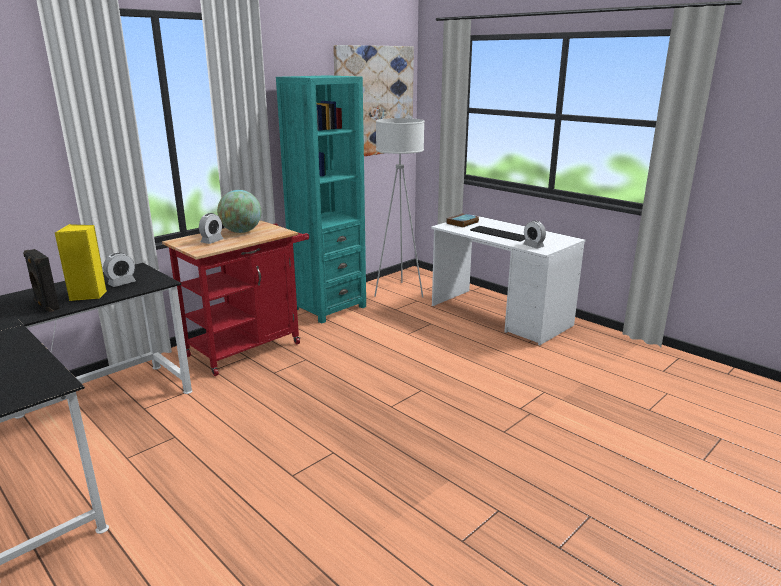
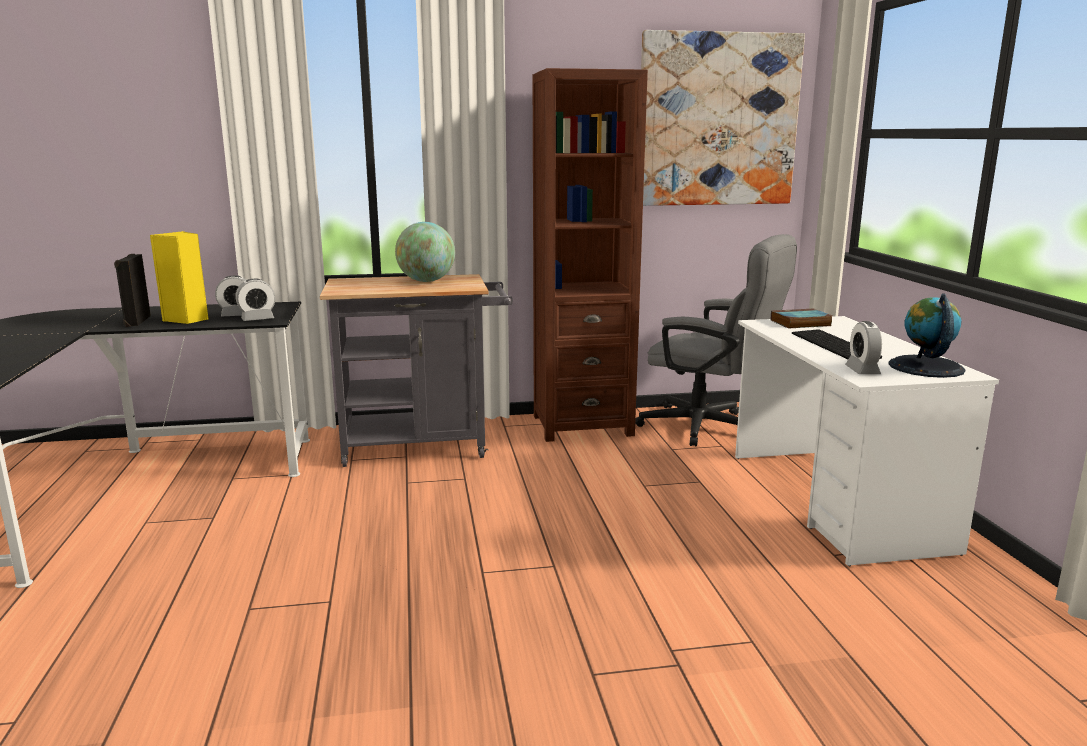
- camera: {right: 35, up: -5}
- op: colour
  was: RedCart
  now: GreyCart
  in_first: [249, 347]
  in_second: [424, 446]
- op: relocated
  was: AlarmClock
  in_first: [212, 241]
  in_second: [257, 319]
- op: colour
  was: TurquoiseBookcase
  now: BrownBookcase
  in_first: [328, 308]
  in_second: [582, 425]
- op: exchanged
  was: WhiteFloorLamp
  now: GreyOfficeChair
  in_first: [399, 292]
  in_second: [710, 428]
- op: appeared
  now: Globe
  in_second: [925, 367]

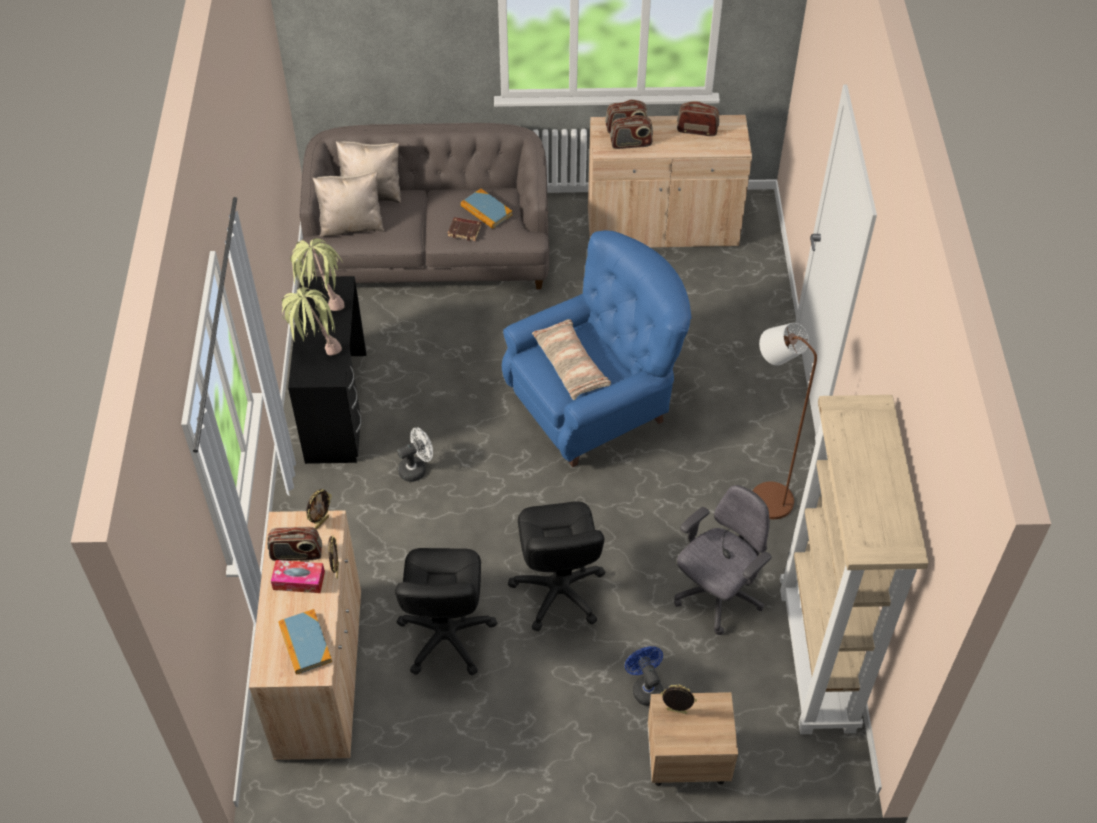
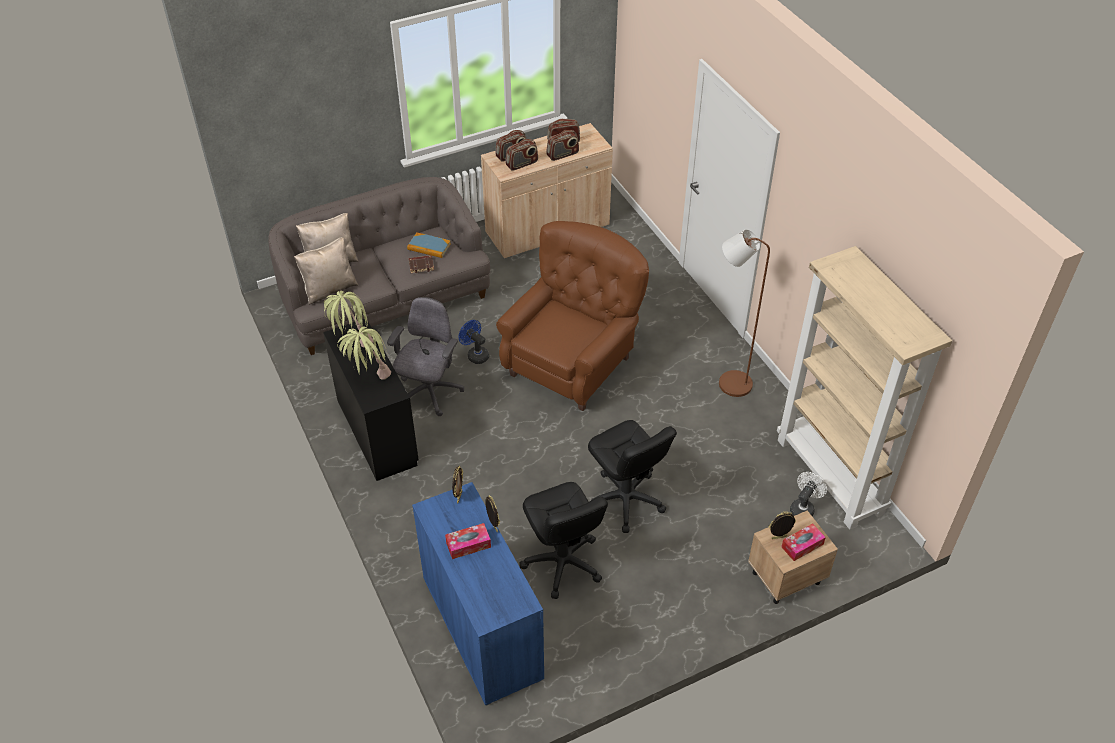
- camera: {right: -25, up: -5}
- op: colour
  was: BeigeCabinet
  now: BlueCabinet
  in_first: [320, 673]
  in_second: [482, 628]
- op: relocated
  was: Radio
  in_first: [296, 554]
  in_second: [562, 154]
- op: missing
  was: Book
  in_first: [305, 643]
- op: relocated
  was: WhiteFan
  in_first: [416, 468]
  in_second: [803, 508]
- op: colour
  was: BlueArmchair
  now: BrownArmchair
  in_first: [595, 405]
  in_second: [572, 363]
- op: missing
  was: Pillow
  in_first: [570, 365]
- op: relocated
  was: BlueFan
  in_first: [645, 687]
  in_second: [475, 354]
- op: relocated
  was: GreyOfficeChair
  in_first: [717, 595]
  in_second: [429, 393]
- op: appeared
  now: TissueBox
  in_second: [802, 545]

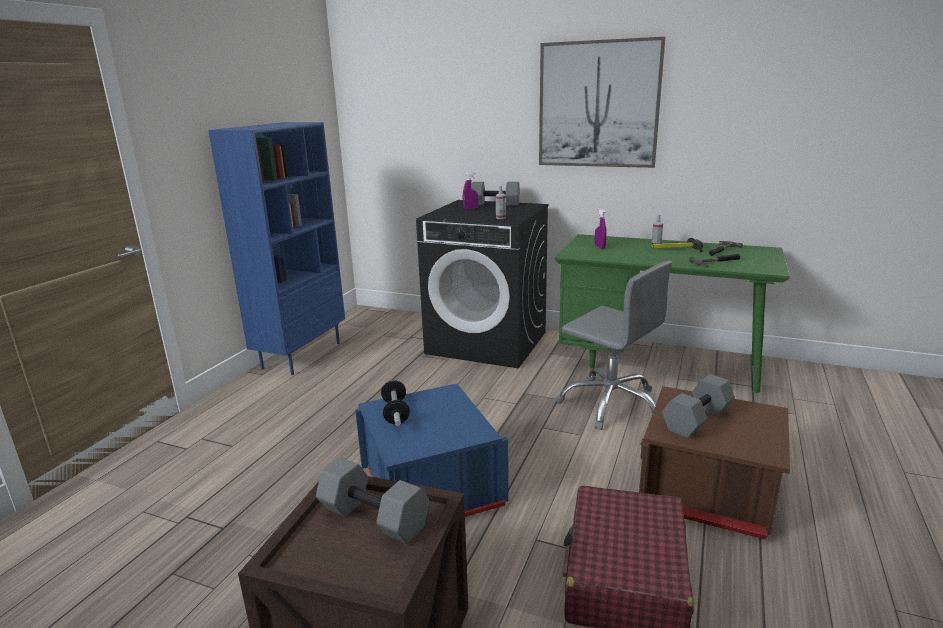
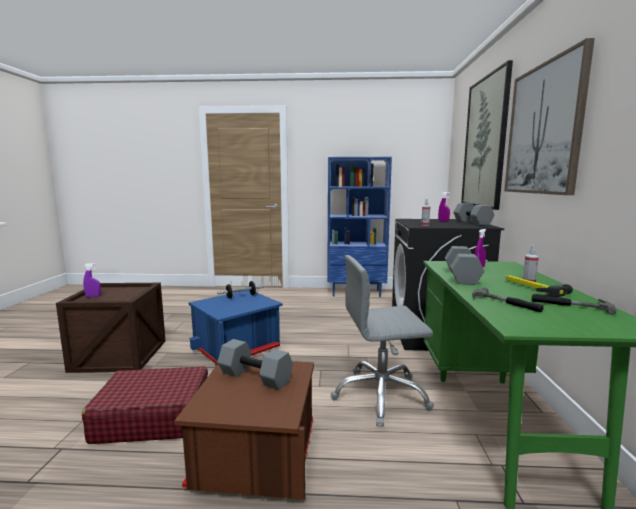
- camera: {right: 70, up: -10}
- op: relocated
  was: GreyDumbbell
  in_first: [376, 517]
  in_second: [462, 277]
- op: spun
  was: GreyOfficeChair
  in_first: [611, 403]
  in_second: [381, 395]
  clockwise: 60
- op: appeared
  now: PurpleSprayBottle
  in_second: [93, 296]
- op: appeared
  now: Picture
  in_second: [485, 143]

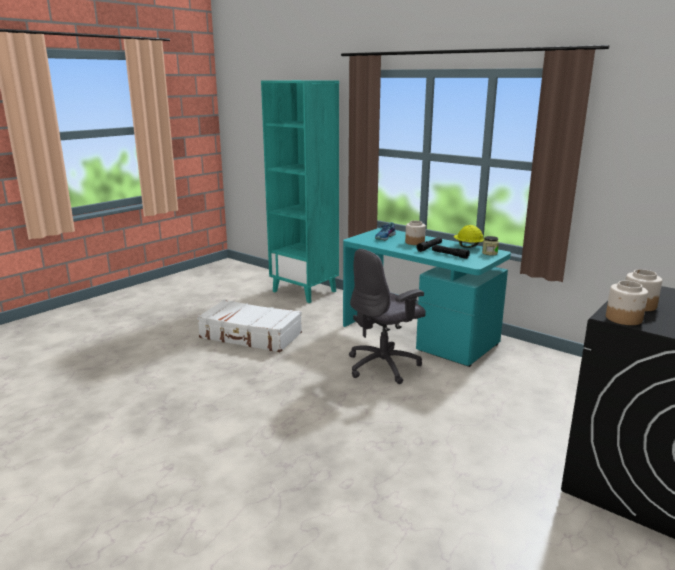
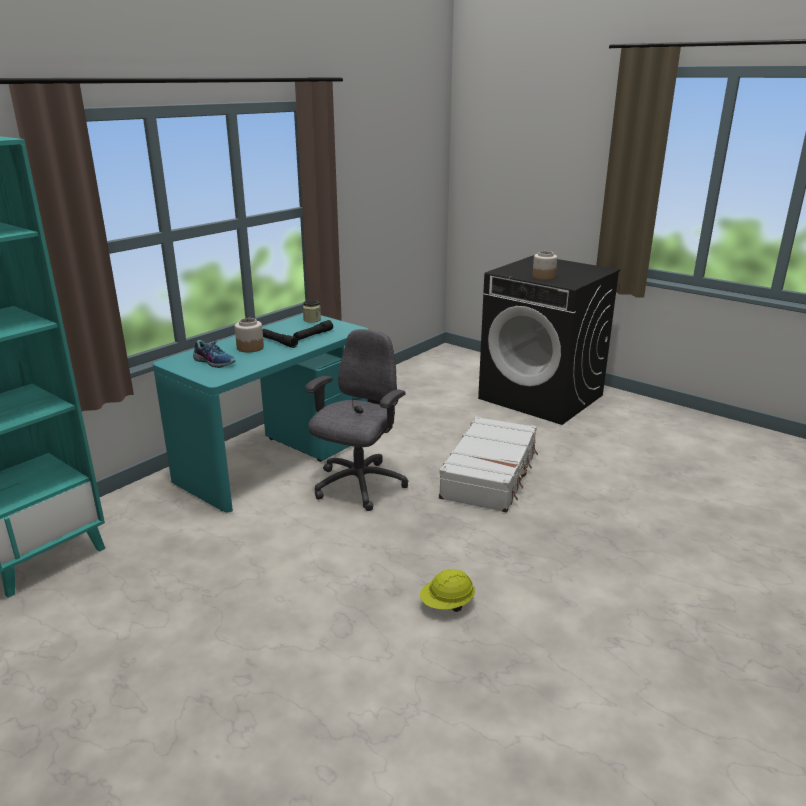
- camera: {right: -90, up: 5}
- op: relocated
  was: WhiteSuitcase
  in_first: [250, 336]
  in_second: [490, 475]
- op: spun
  was: GreyOfficeChair
  in_first: [384, 366]
  in_second: [358, 486]
  clockwise: -120
- op: relocated
  was: YellowHardHat
  in_first: [467, 246]
  in_second: [447, 605]
- op: missing
  was: Jar
  in_first: [623, 318]

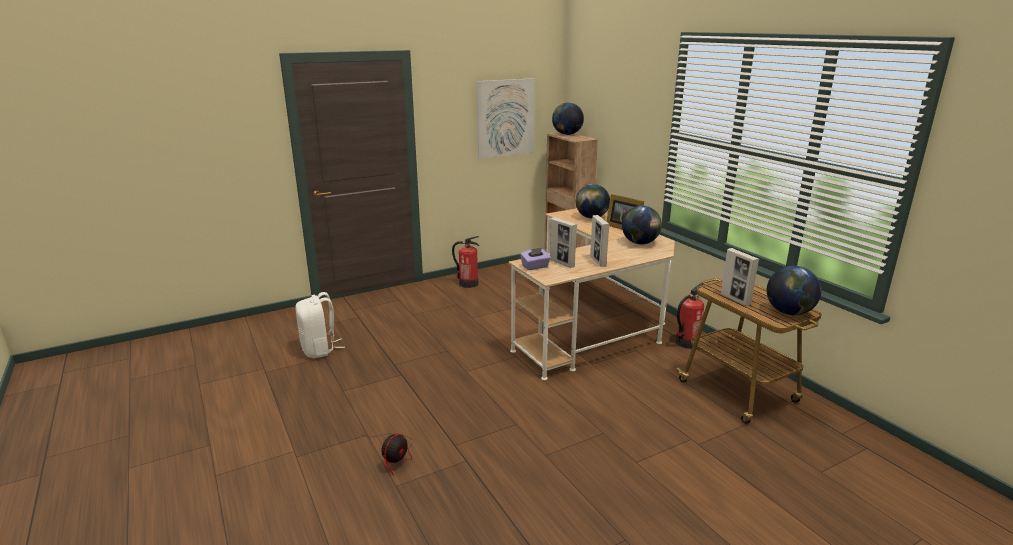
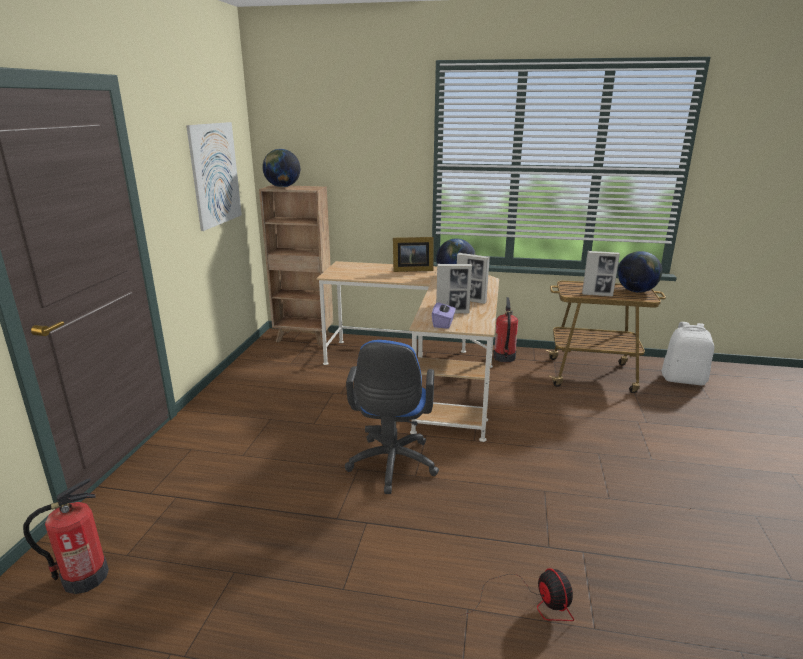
- camera: {right: -50, up: 0}
- op: relocated
  was: WhiteBackpack
  in_first: [319, 349]
  in_second: [683, 380]
- op: relocated
  was: FireExtinguisher
  in_first: [468, 283]
  in_second: [84, 577]
- op: missing
  was: Globe
  in_first: [591, 217]
- op: appeared
  now: BlueOfficeChair
  in_second: [391, 467]

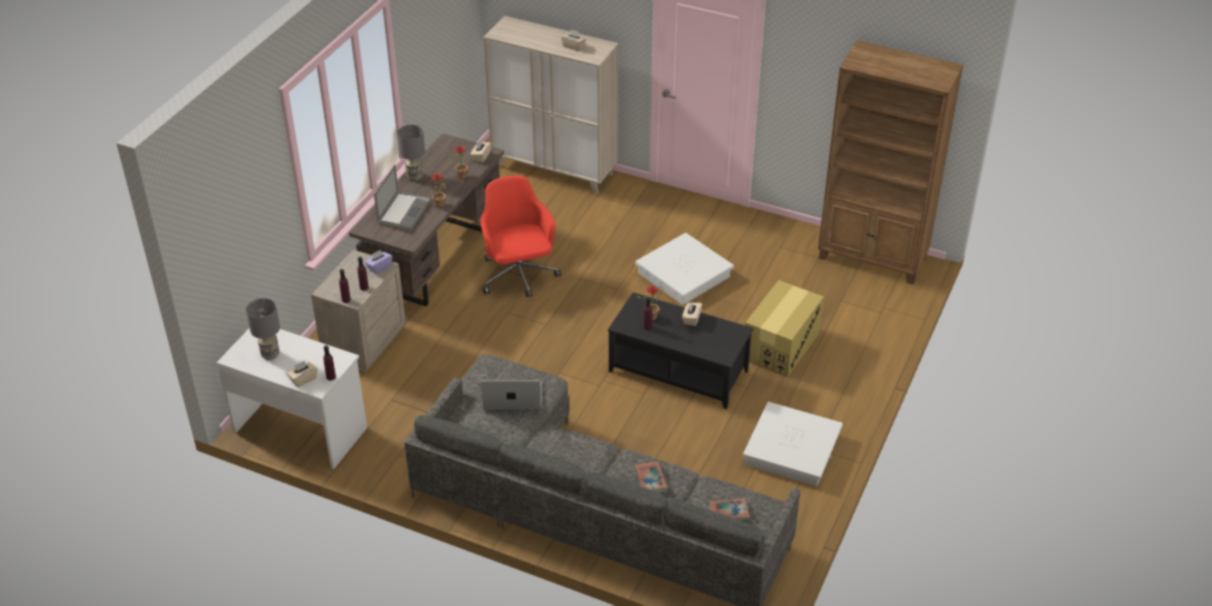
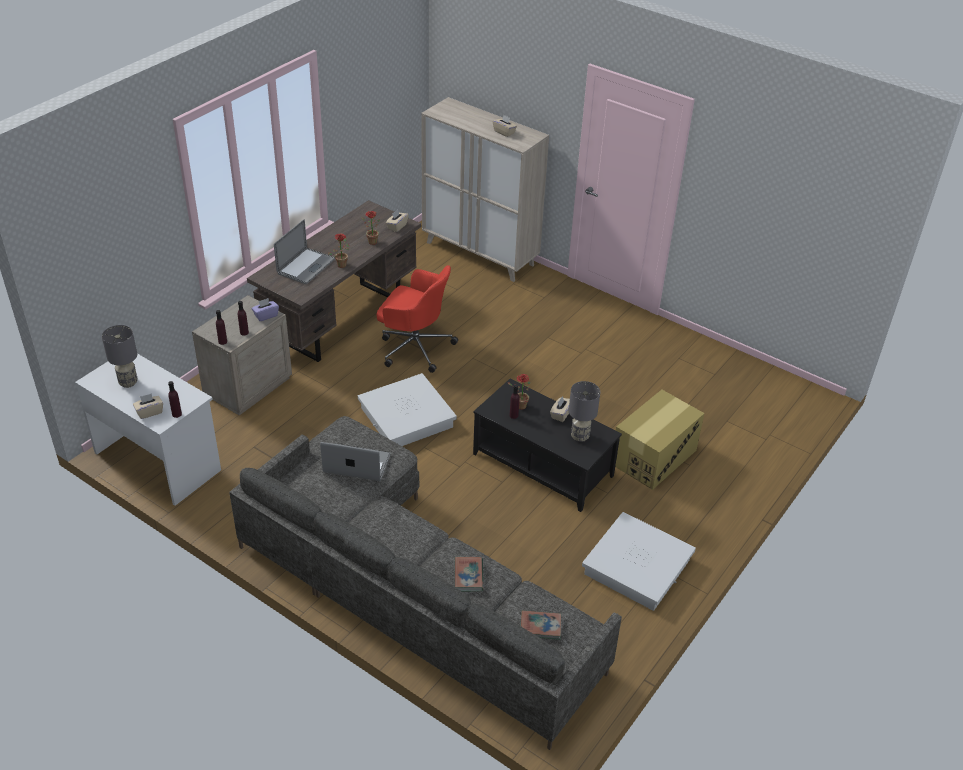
- camera: {right: 10, up: 0}
- op: relocated
  was: GreyTableLamp
  in_first: [415, 177]
  in_second: [580, 437]
- op: spun
  was: RedOfficeChair
  in_first: [518, 276]
  in_second: [414, 347]
  clockwise: 120
- op: relocated
  was: WhiteStorageBox
  in_first: [684, 275]
  in_second: [407, 417]
- op: missing
  was: BrownBookcase
  in_first: [873, 258]

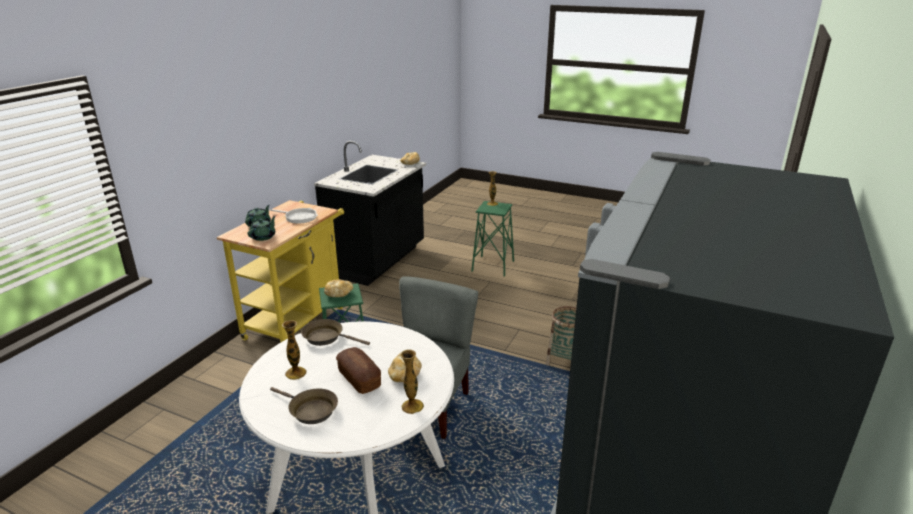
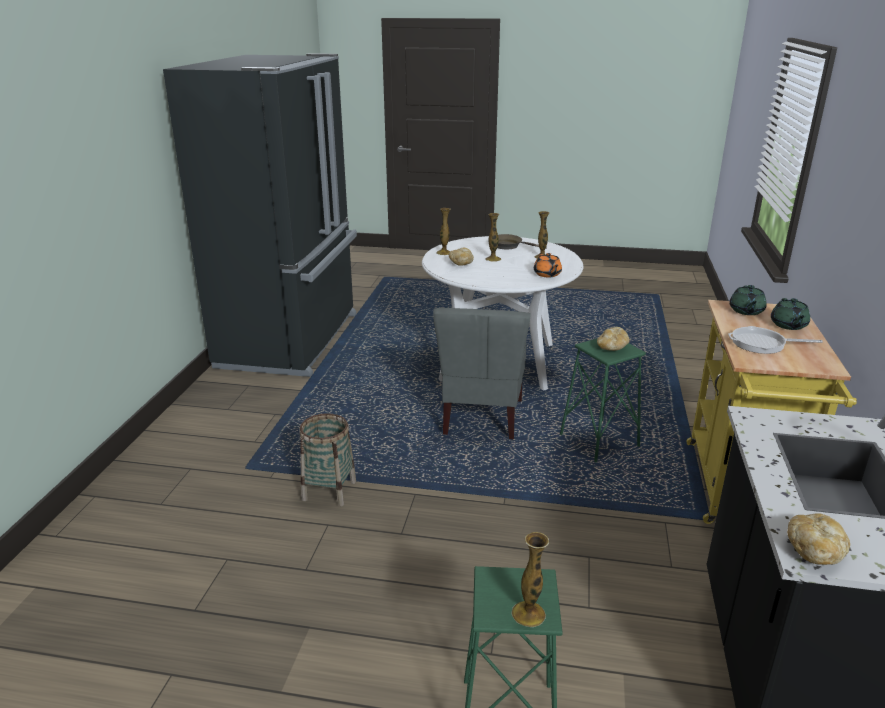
- camera: {right: 165, up: 0}
- op: exchanged
  was: BrownFryingPan
  now: OrangeTeapot
  in_first: [326, 337]
  in_second: [547, 274]
- op: exchanged
  was: Bread
  now: Vase
  in_first: [359, 378]
  in_second: [493, 259]

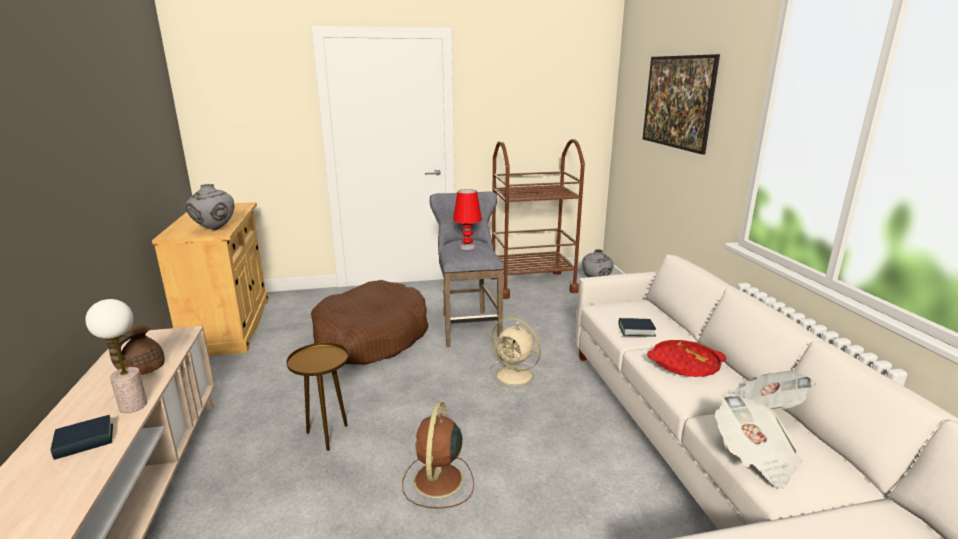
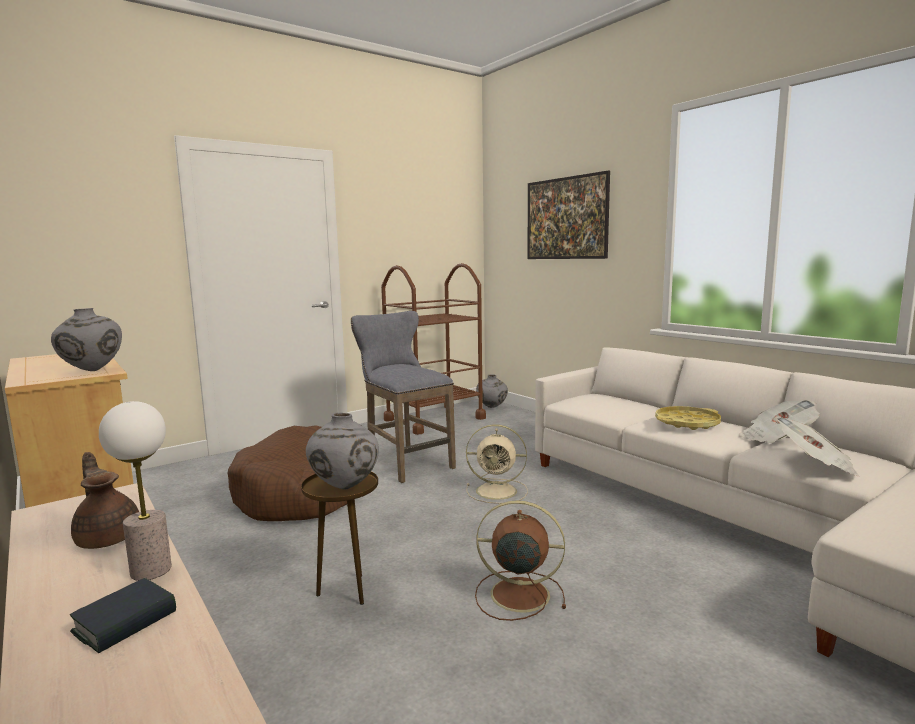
- camera: {right: -25, up: -10}
- op: spun
  was: BrownTeapot
  in_first: [141, 370]
  in_second: [108, 537]
  clockwise: 150
- op: spun
  was: BrownFan
  in_first: [438, 481]
  in_second: [517, 594]
  clockwise: 120
- op: missing
  was: RedTableLamp
  in_first: [467, 247]
- op: missing
  was: Book
  in_first: [636, 330]
- op: colour
  was: RedTray
  now: YellowTray
  in_first: [685, 364]
  in_second: [687, 423]
- op: appeared
  now: GreyVase
  in_second: [344, 487]

